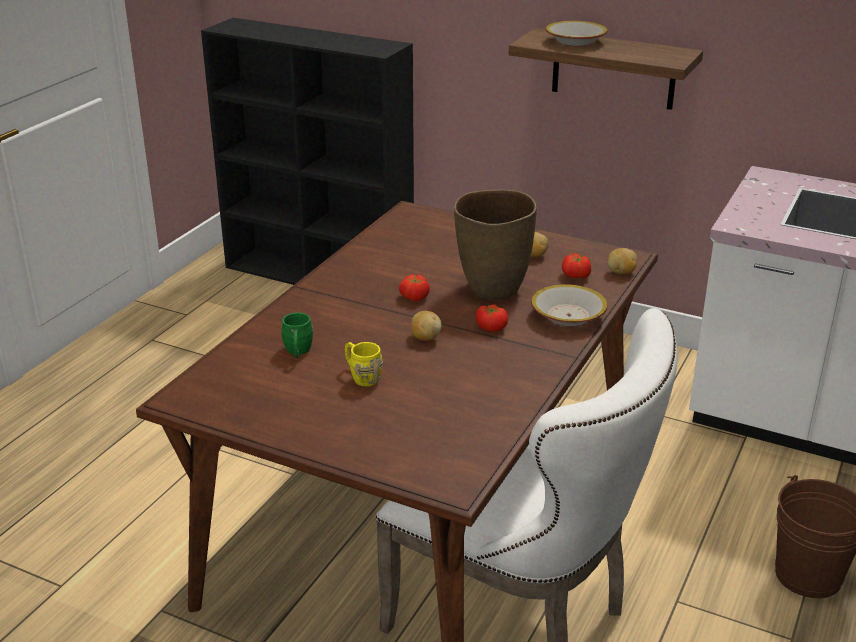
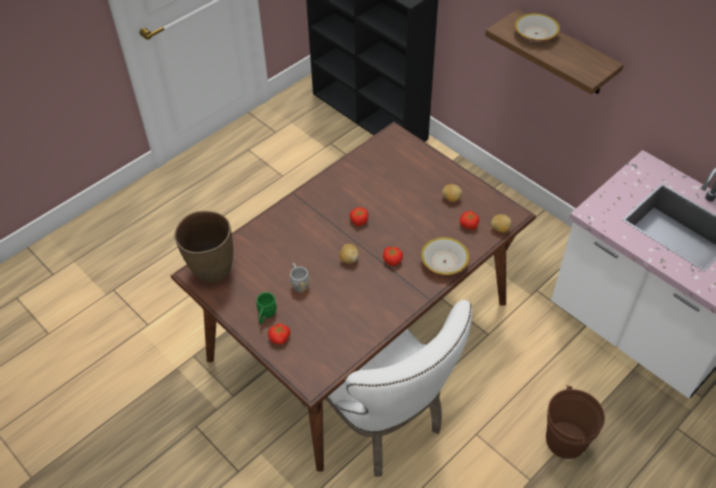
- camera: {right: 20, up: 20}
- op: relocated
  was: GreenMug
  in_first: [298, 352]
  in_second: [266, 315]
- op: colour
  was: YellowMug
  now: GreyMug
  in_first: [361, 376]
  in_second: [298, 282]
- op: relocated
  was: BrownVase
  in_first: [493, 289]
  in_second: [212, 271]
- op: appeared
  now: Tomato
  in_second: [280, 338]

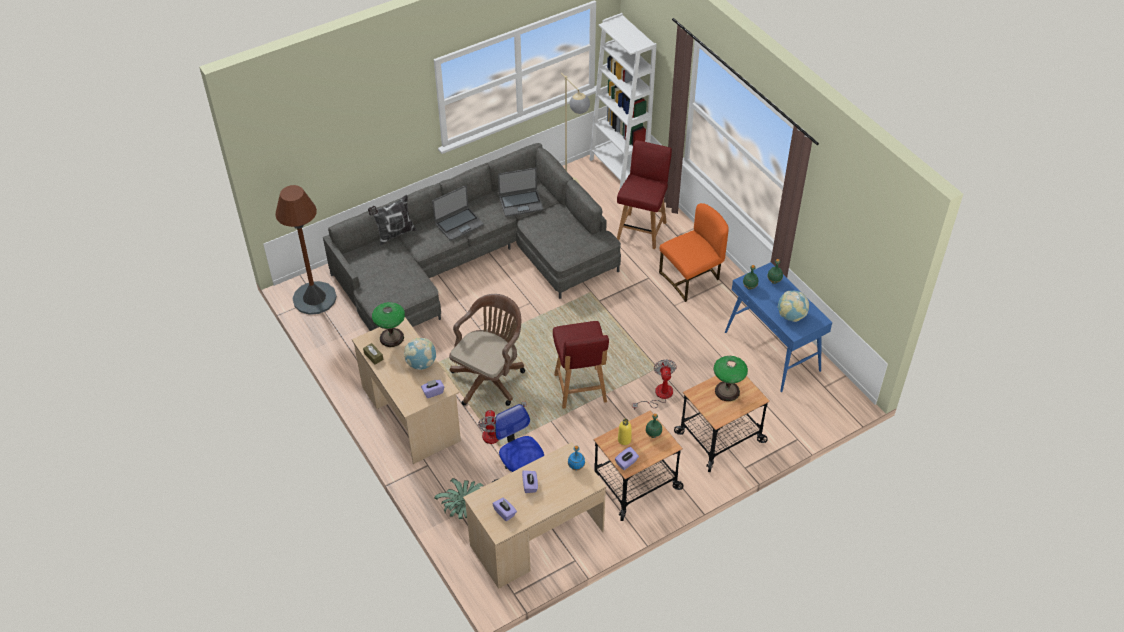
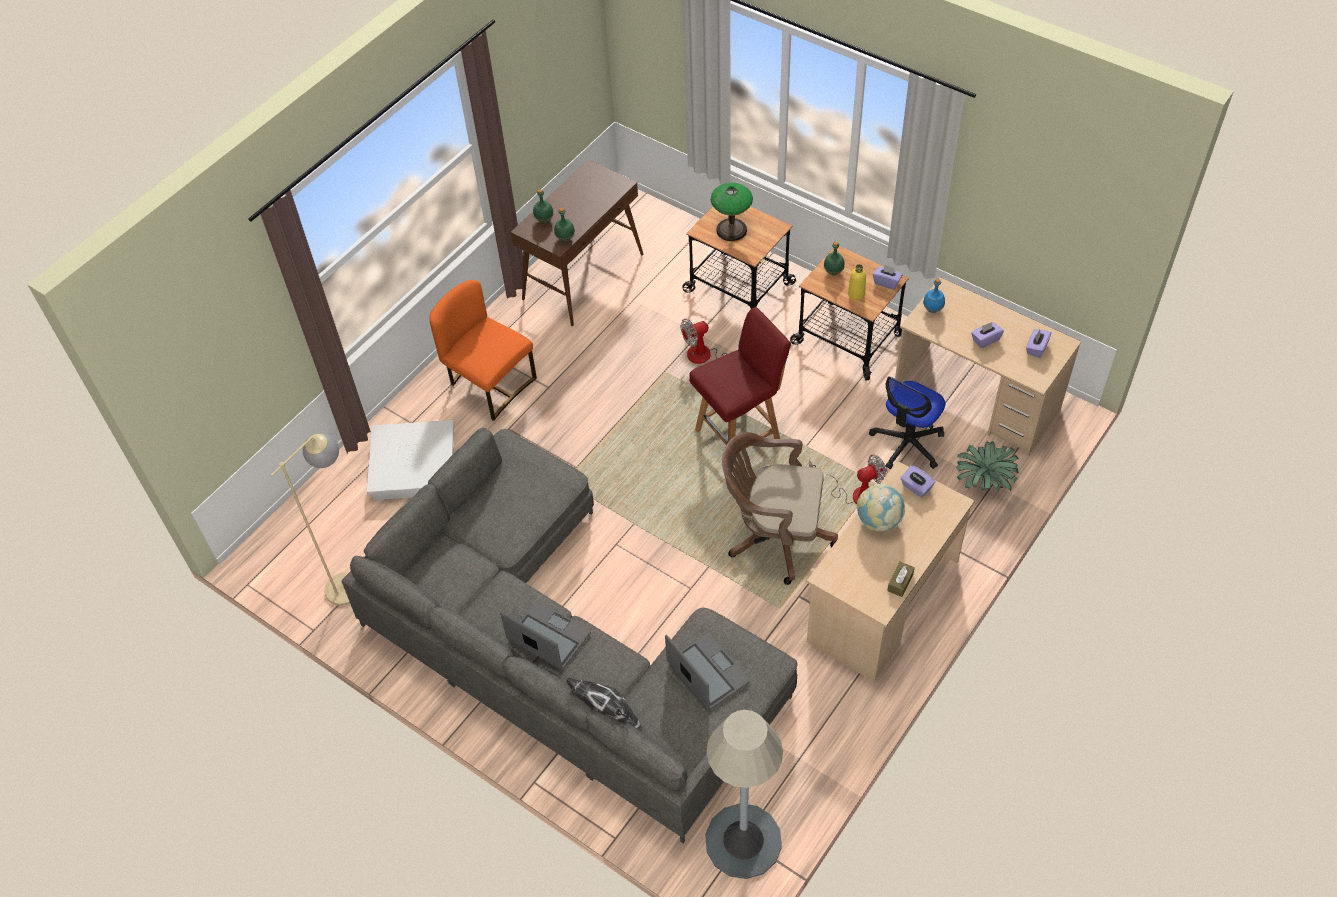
- camera: {right: -110, up: 5}
- op: colour
  was: BrownFloorLamp
  now: GreyFloorLamp
  in_first: [314, 298]
  in_second: [743, 841]
- op: missing
  was: TableLamp
  in_first: [391, 338]
- op: relocated
  was: Laptop
  in_first: [521, 203]
  in_second: [707, 673]
- op: missing
  was: WhiteBookcase
  in_first: [618, 169]
- op: exchanged
  was: RedChair
  now: WhiteStorageBox
  in_first: [642, 230]
  in_second: [414, 465]
- op: colour
  was: BlueConsoleTable
  now: BrownConsoleTable
  in_first: [772, 352]
  in_second: [583, 276]
- op: missing
  was: Globe
  in_first: [791, 316]

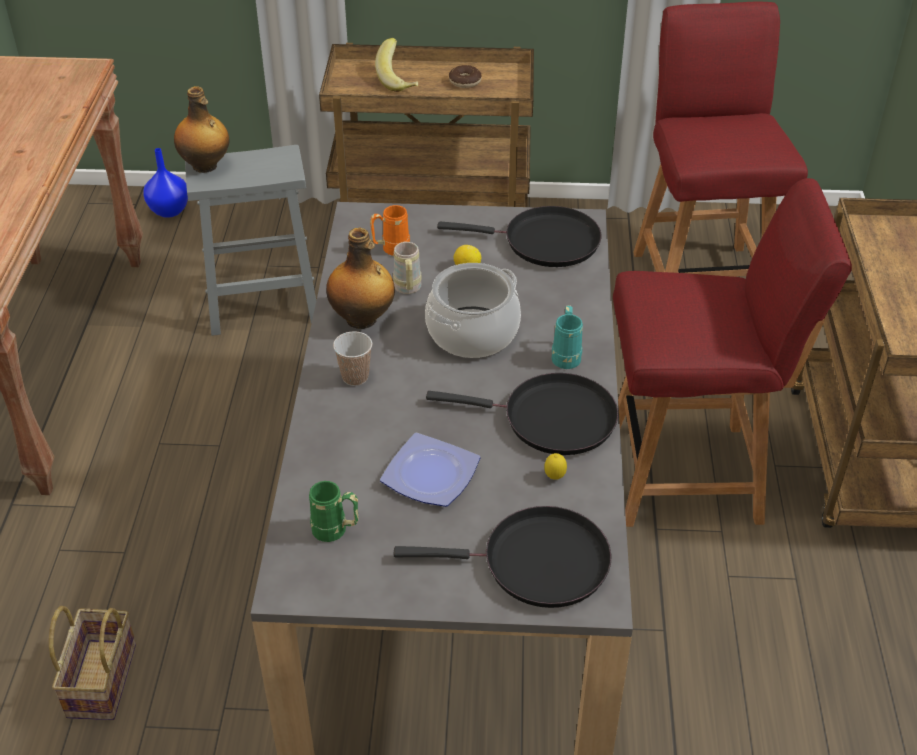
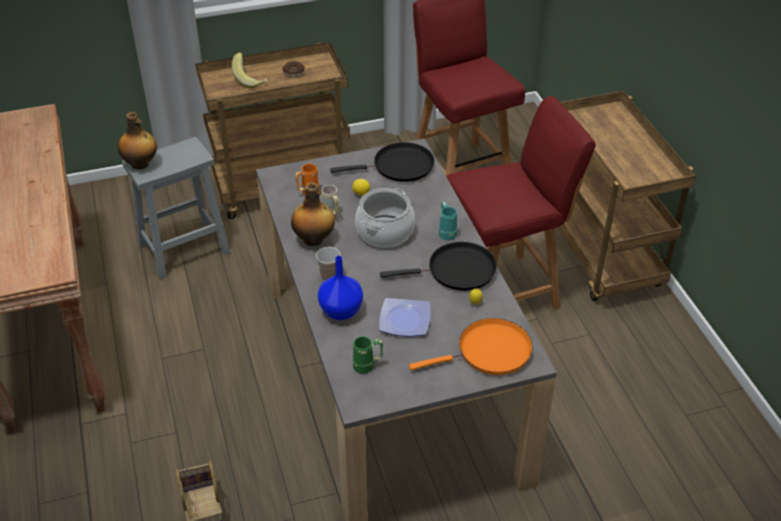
- camera: {right: -20, up: 0}
- op: relocated
  was: BlueVase
  in_first: [169, 210]
  in_second: [341, 310]
- op: colour
  was: BlackFryingPan
  now: OrangeFryingPan
  in_first: [537, 563]
  in_second: [489, 352]

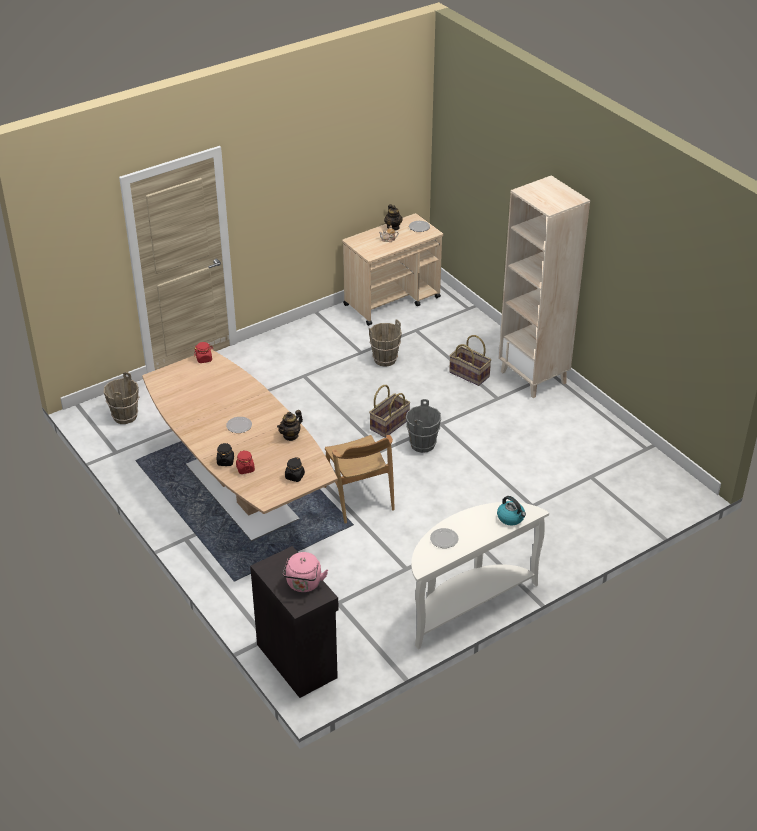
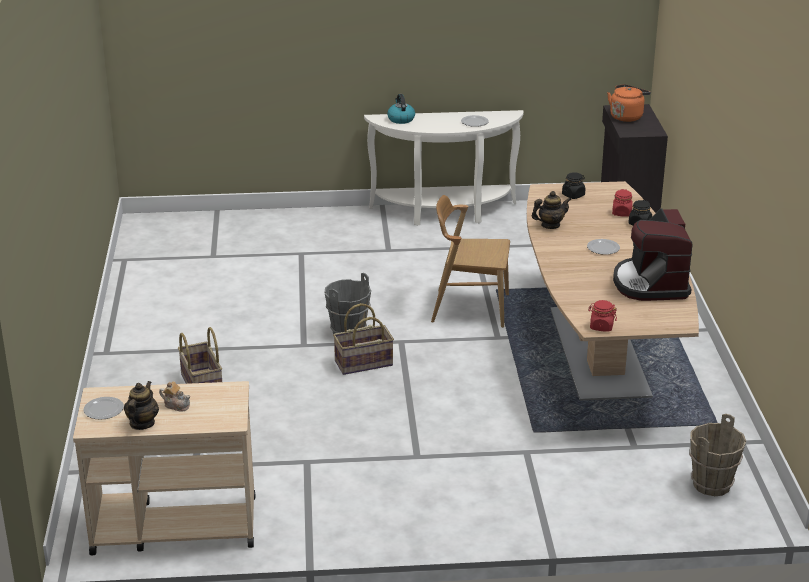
- camera: {right: -150, up: -10}
- op: colour
  was: PinkKettle
  now: OrangeKettle
  in_first: [304, 584]
  in_second: [627, 116]
- op: spun
  was: BrownChair
  in_first: [358, 498]
  in_second: [470, 308]
  clockwise: -90
- op: missing
  was: BrownBucket
  in_first: [385, 360]
- op: missing
  was: BeigeBookcase
  in_first: [534, 377]
- op: appeared
  now: CoffeeMachine
  in_second: [650, 283]

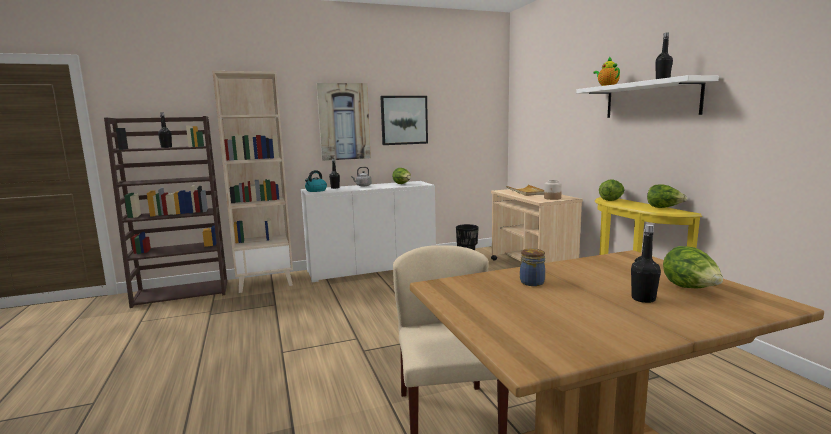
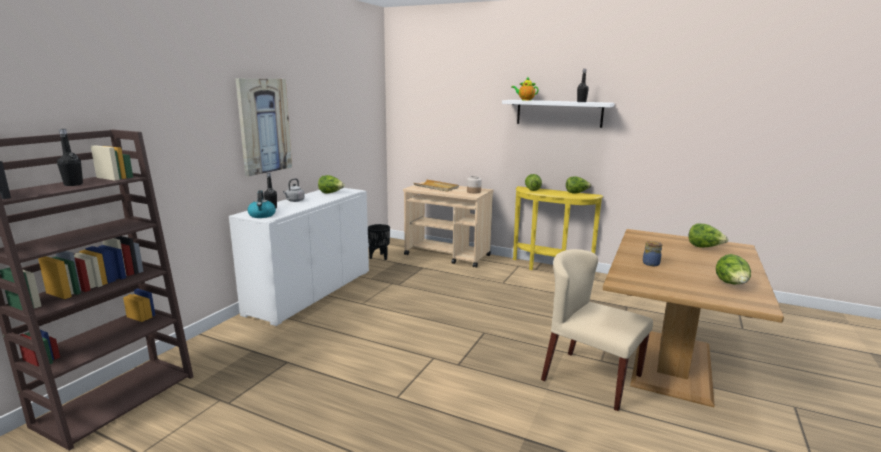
- camera: {right: -45, up: 5}
- op: missing
  was: BeigeBookcase
  in_first: [266, 282]
- op: missing
  was: Picture
  in_first: [404, 120]
- op: missing
  was: BlackBottle
  in_first: [643, 299]
- op: appeared
  now: Lettuce
  in_second: [731, 284]

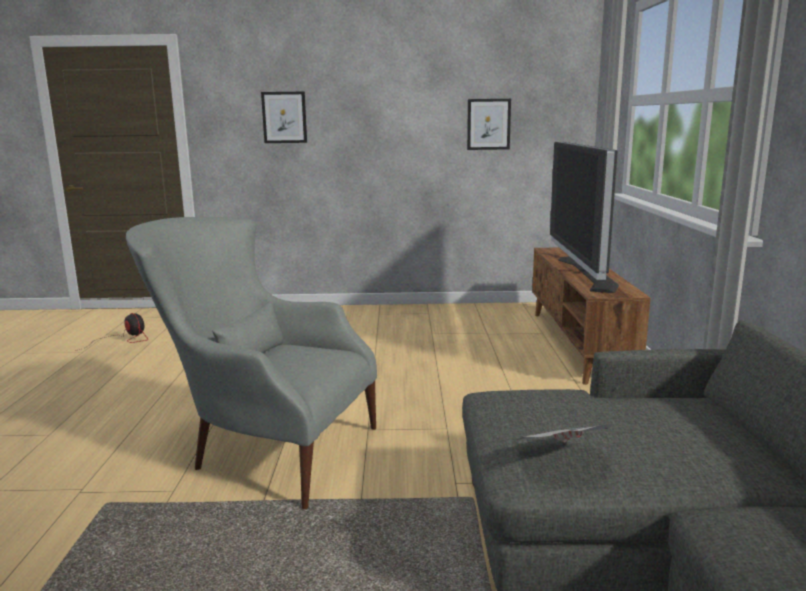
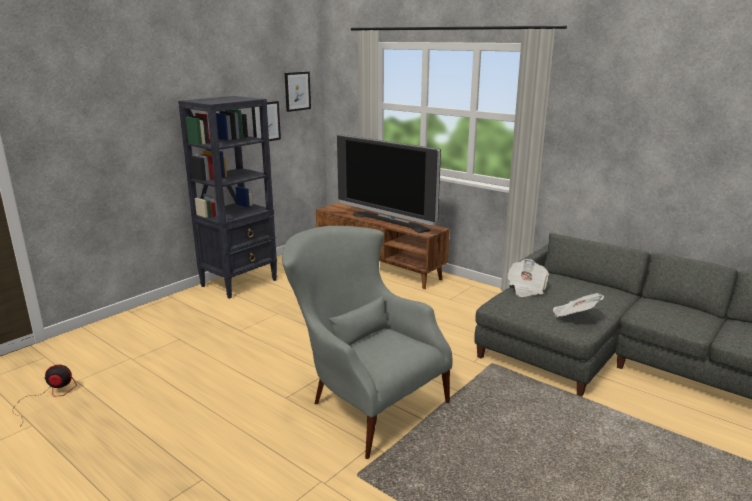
- camera: {right: -50, up: 5}
- op: spun
  was: GreyArmchair
  in_first: [262, 450]
  in_second: [362, 400]
  clockwise: 75
- op: relocated
  was: Picture
  in_first: [284, 117]
  in_second: [297, 91]
- op: appeared
  now: BlackBookcase
  in_second: [240, 283]
- op: appeared
  now: Newspaper
  in_second: [526, 289]

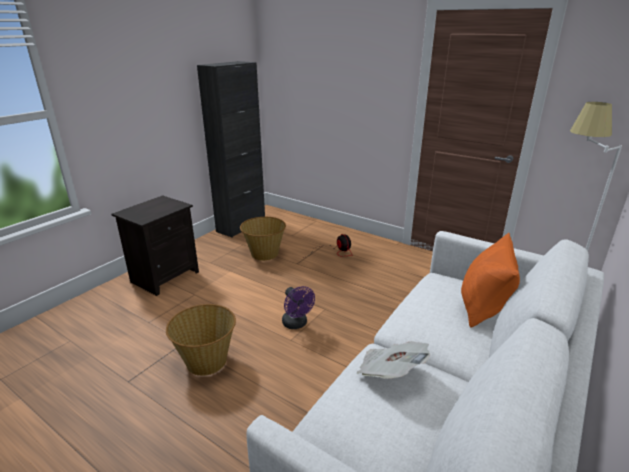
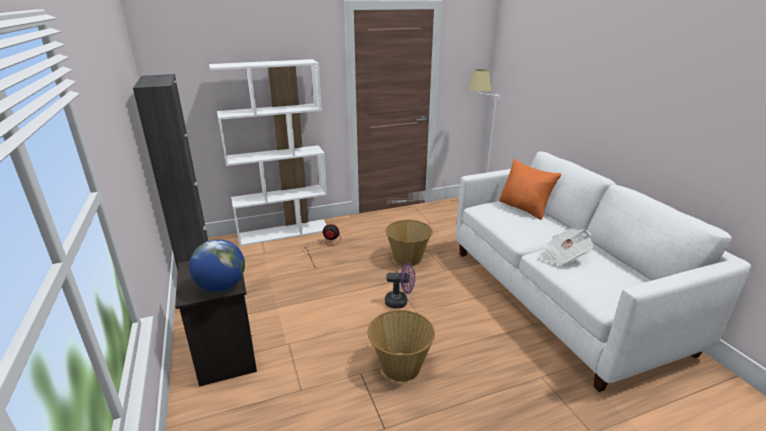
- camera: {right: -55, up: 0}
- op: relocated
  was: Basket
  in_first: [264, 254]
  in_second: [408, 259]
- op: appeared
  now: Globe
  in_second: [221, 286]
- op: appeared
  now: WhiteBookcase
  in_second: [284, 232]

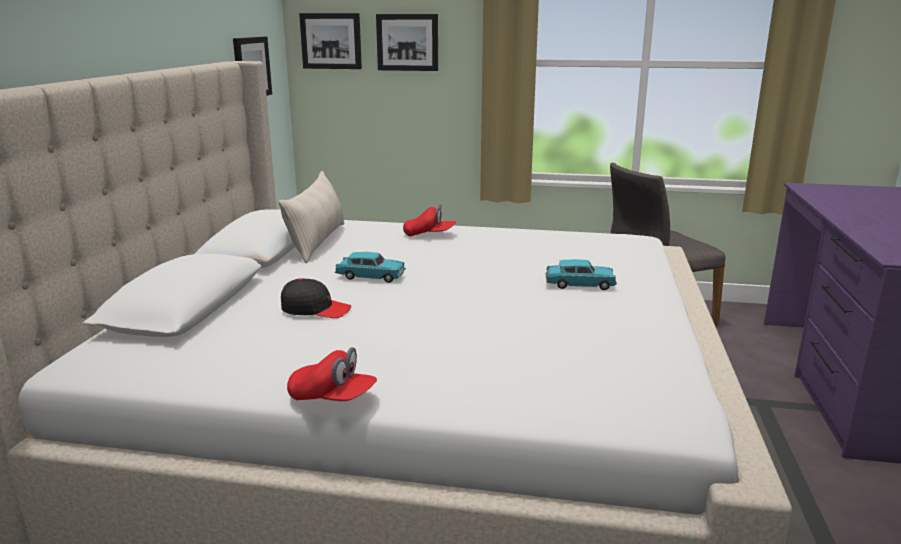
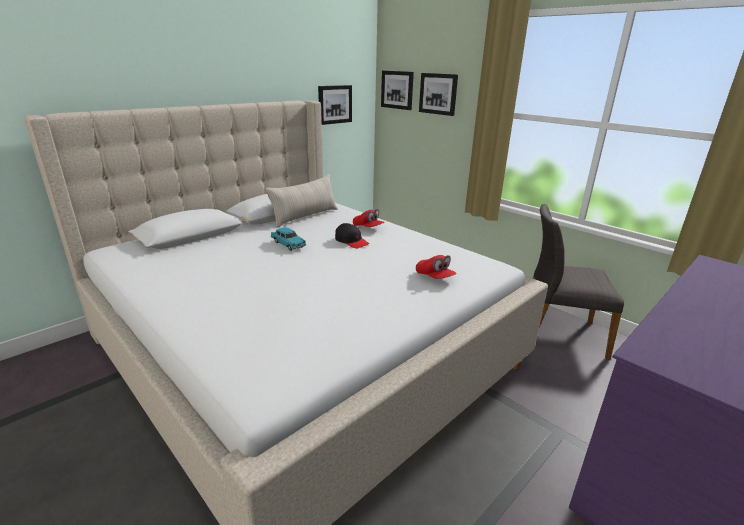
- camera: {right: 35, up: 5}
- op: relocated
  was: BlackCap
  in_first: [315, 309]
  in_second: [351, 241]
- op: relocated
  was: RedCap
  in_first: [332, 398]
  in_second: [435, 277]
- op: missing
  was: TurquoiseToyCar
  in_first: [580, 285]

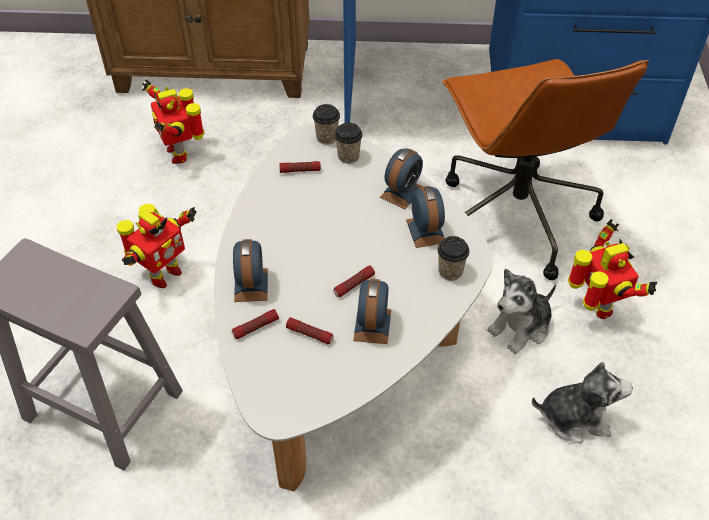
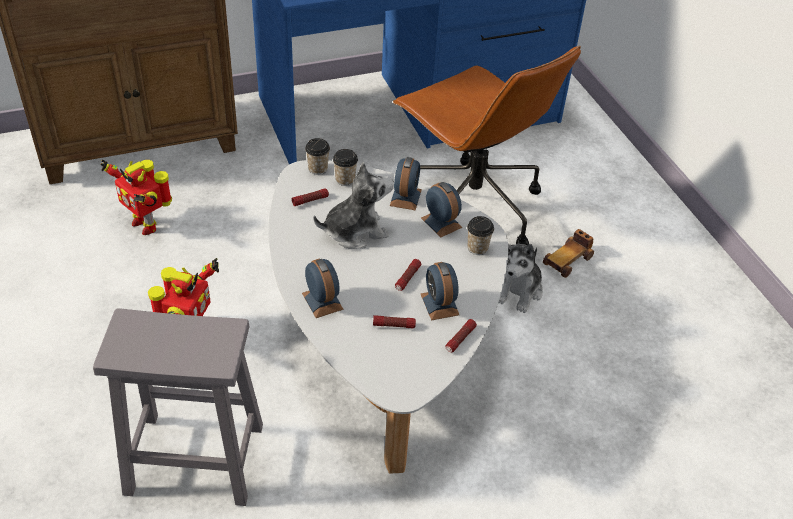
- camera: {right: -25, up: -5}
- op: relocated
  was: Flashlight
  in_first: [255, 328]
  in_second: [460, 339]
- op: relocated
  was: PlushToy
  in_first: [574, 417]
  in_second: [355, 231]
- op: exchanged
  was: ToyRobot
  now: ToyCar
  in_first: [596, 307]
  in_second: [568, 260]

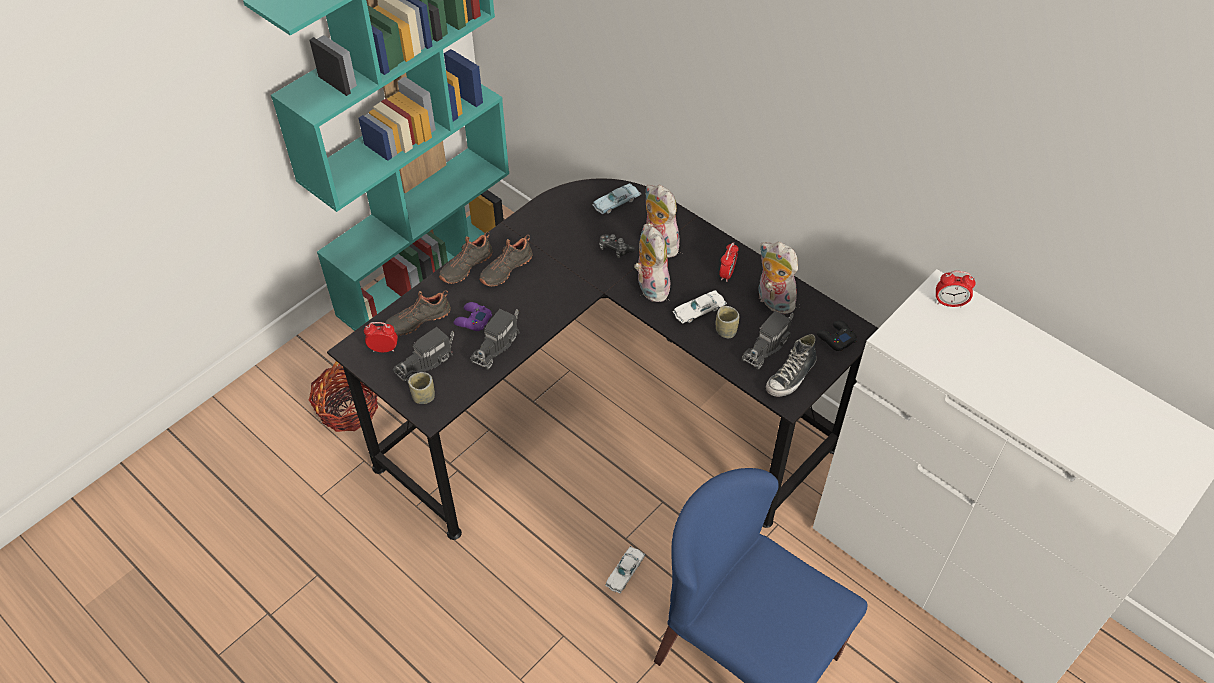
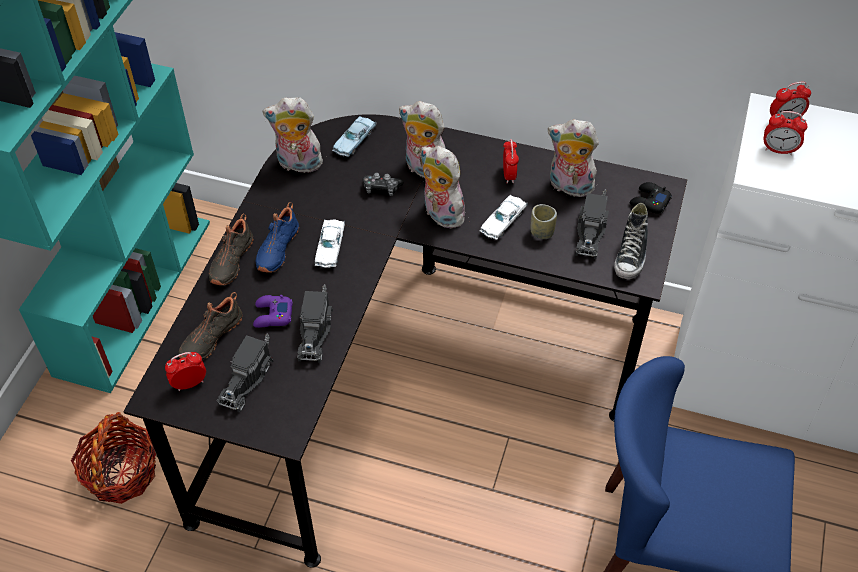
- camera: {right: -25, up: 0}
- op: missing
  was: Cup
  in_first: [423, 397]
- op: colour
  was: BlackShoe
  now: BlueShoe
  in_first: [505, 269]
  in_second: [276, 248]
- op: relocated
  was: WhiteToyCar
  in_first: [625, 572]
  in_second: [330, 247]
- op: appeared
  now: PlushToy
  in_second: [298, 165]
- op: appeared
  now: AlarmClock
  in_second: [778, 150]

